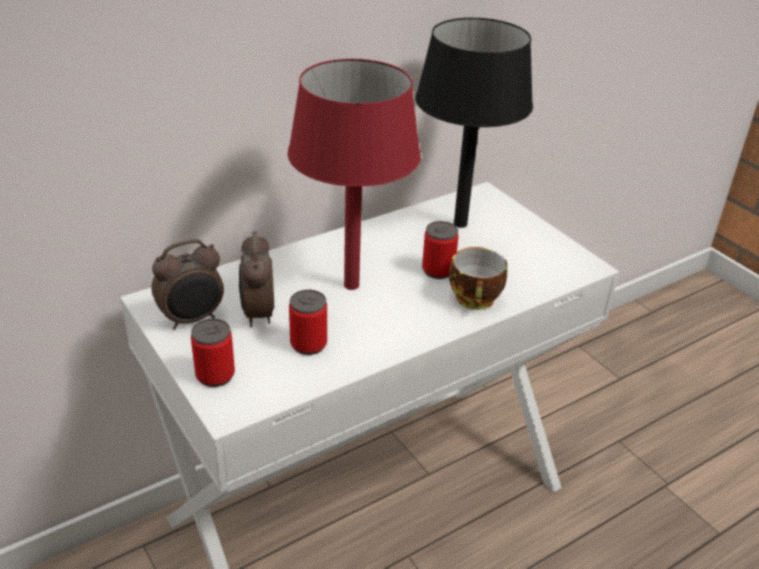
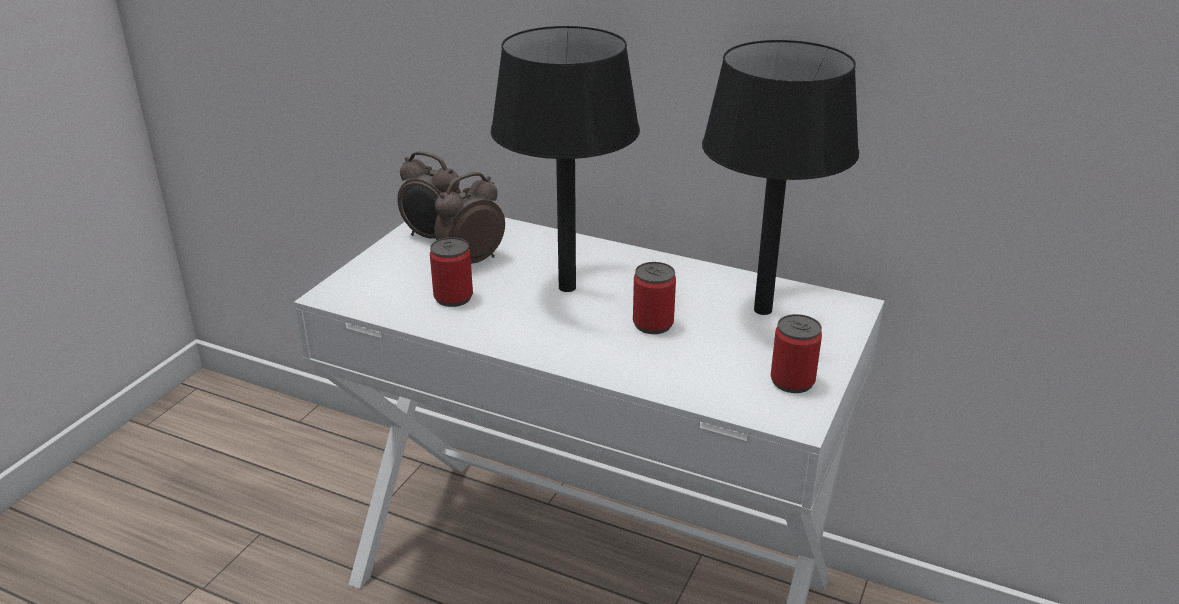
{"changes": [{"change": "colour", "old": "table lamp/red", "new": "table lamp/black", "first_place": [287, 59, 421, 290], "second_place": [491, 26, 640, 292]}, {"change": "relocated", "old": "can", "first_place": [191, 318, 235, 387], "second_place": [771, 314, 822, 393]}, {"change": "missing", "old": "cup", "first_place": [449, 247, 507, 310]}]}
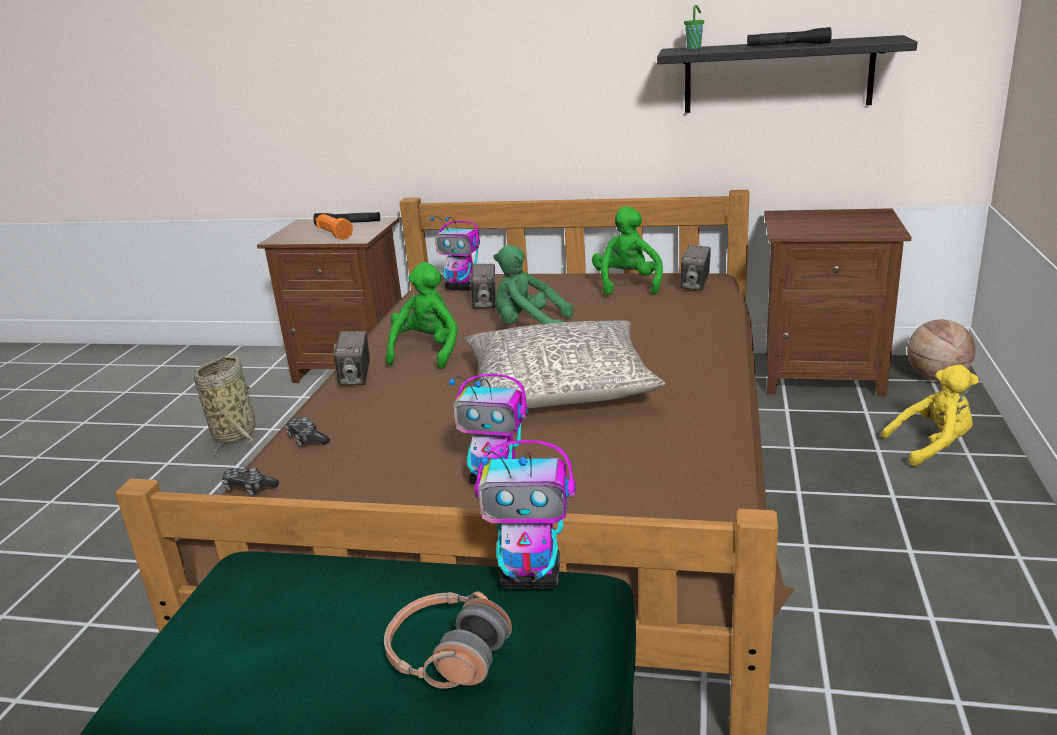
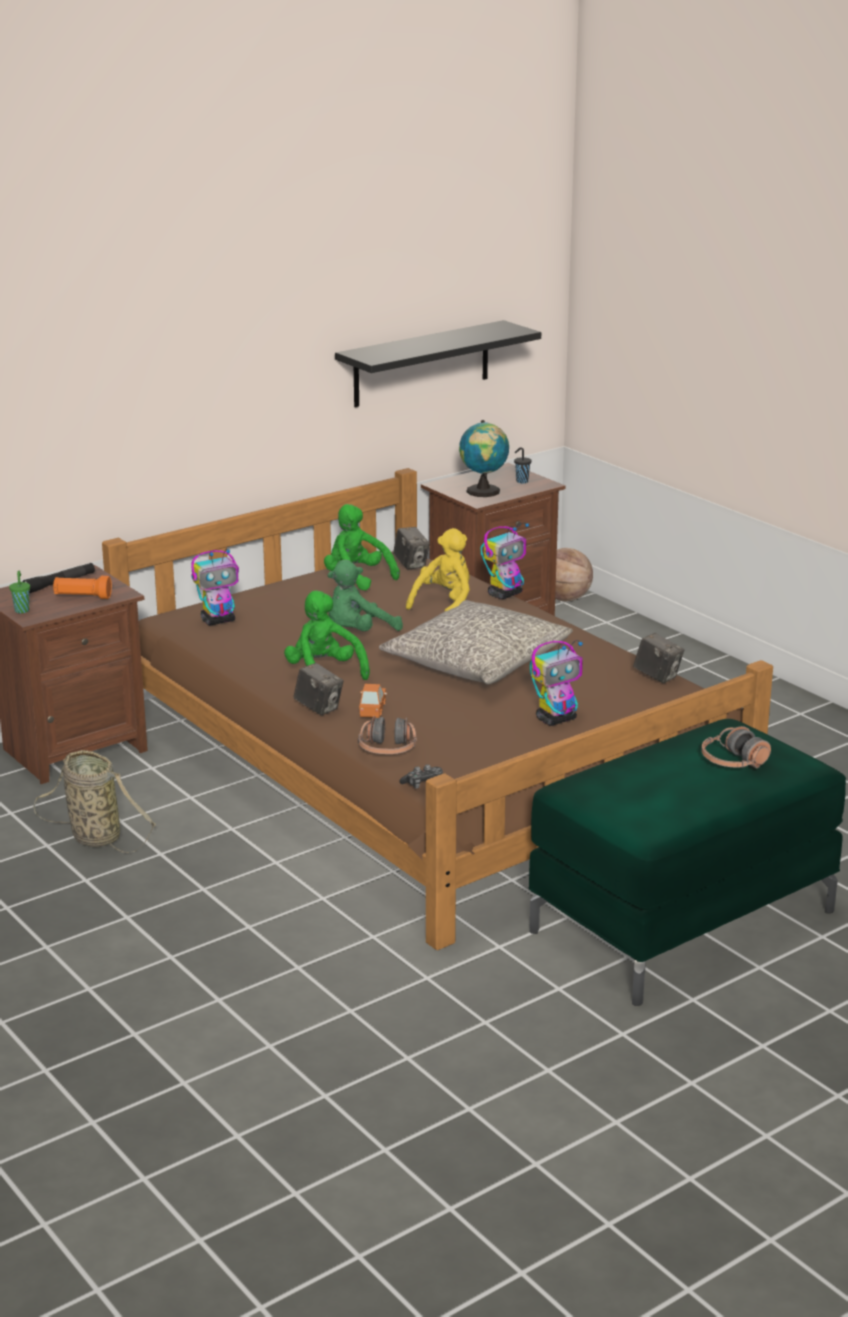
{"changes": [{"change": "relocated", "old": "cup/green", "first_place": [684, 5, 704, 50], "second_place": [9, 571, 30, 613]}, {"change": "exchanged", "old": "game controller", "new": "headphones", "first_place": [285, 417, 330, 446], "second_place": [358, 716, 417, 754]}, {"change": "appeared", "new": "toy car/orange", "second_place": [359, 684, 387, 718]}, {"change": "relocated", "old": "plush toy/yellow", "first_place": [881, 365, 979, 466], "second_place": [406, 528, 470, 611]}, {"change": "appeared", "new": "globe", "second_place": [459, 420, 509, 497]}, {"change": "relocated", "old": "toy robot", "first_place": [475, 440, 576, 589], "second_place": [481, 523, 529, 599]}, {"change": "appeared", "new": "cup/black", "second_place": [514, 447, 531, 483]}, {"change": "relocated", "old": "photo camera", "first_place": [469, 264, 495, 308], "second_place": [633, 633, 684, 683]}, {"change": "missing", "old": "flashlight/black", "first_place": [747, 27, 832, 47]}]}
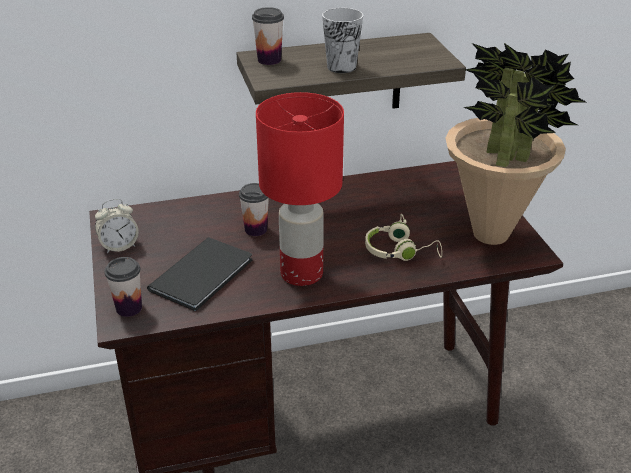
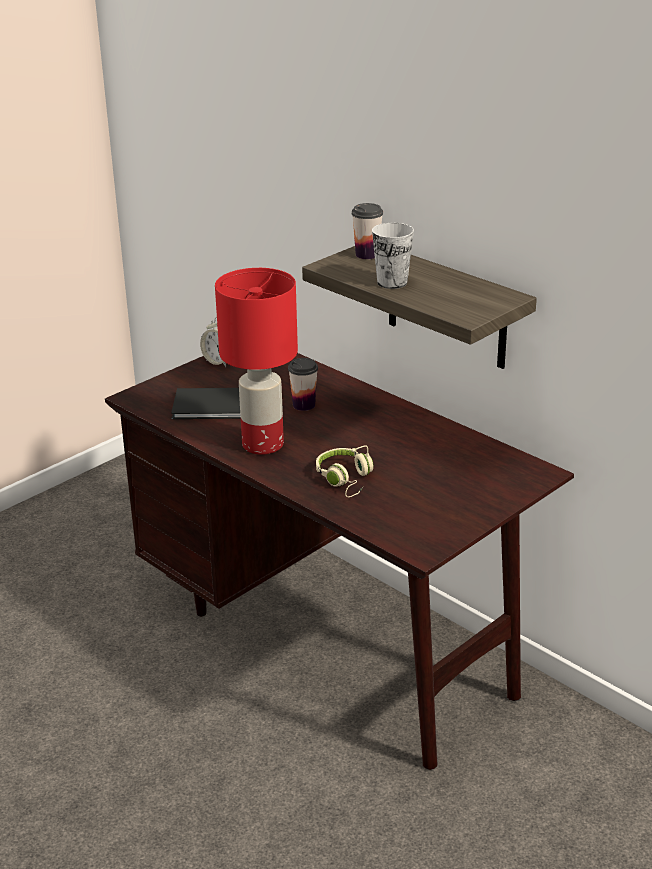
{"changes": [{"change": "missing", "old": "cup", "first_place": [104, 257, 142, 317]}, {"change": "missing", "old": "potted plant", "first_place": [445, 43, 586, 245]}]}
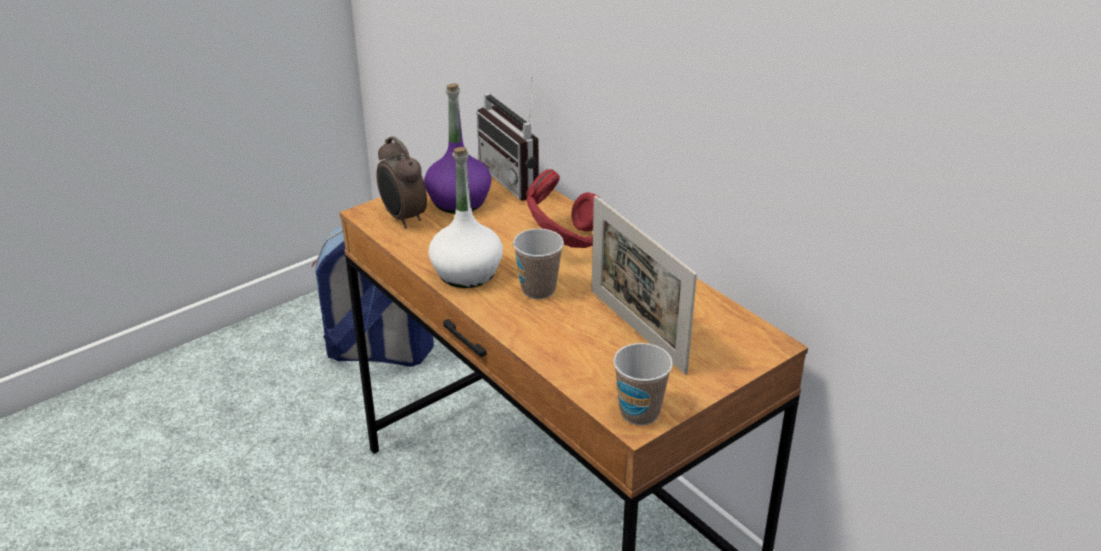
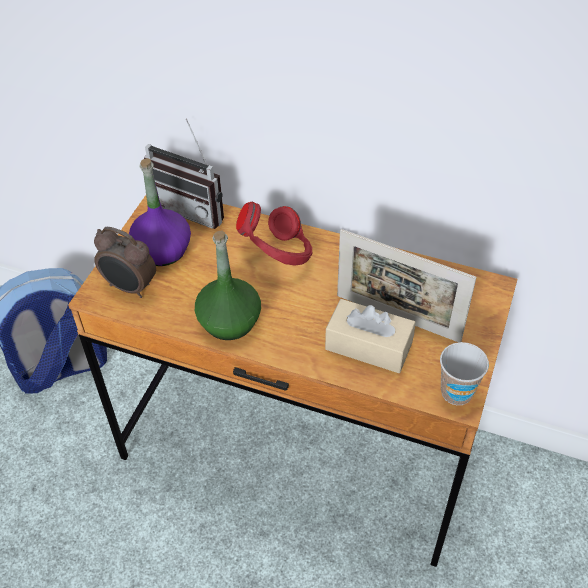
{"changes": [{"change": "colour", "old": "bottle/white", "new": "bottle/green", "first_place": [429, 147, 503, 288], "second_place": [195, 230, 261, 340]}, {"change": "appeared", "new": "tissue box/beige", "second_place": [325, 299, 416, 373]}, {"change": "missing", "old": "cup", "first_place": [513, 229, 564, 299]}]}
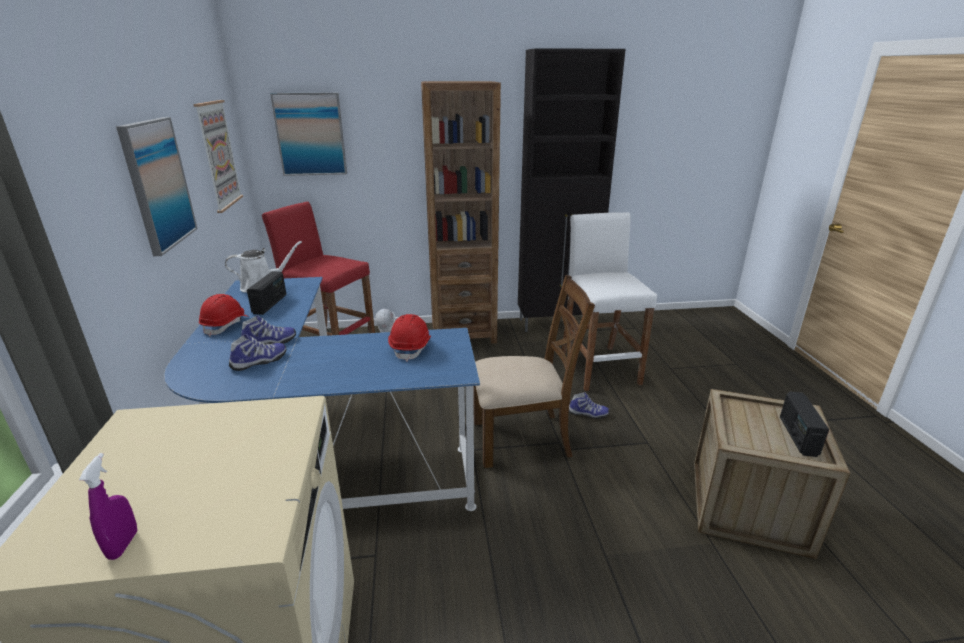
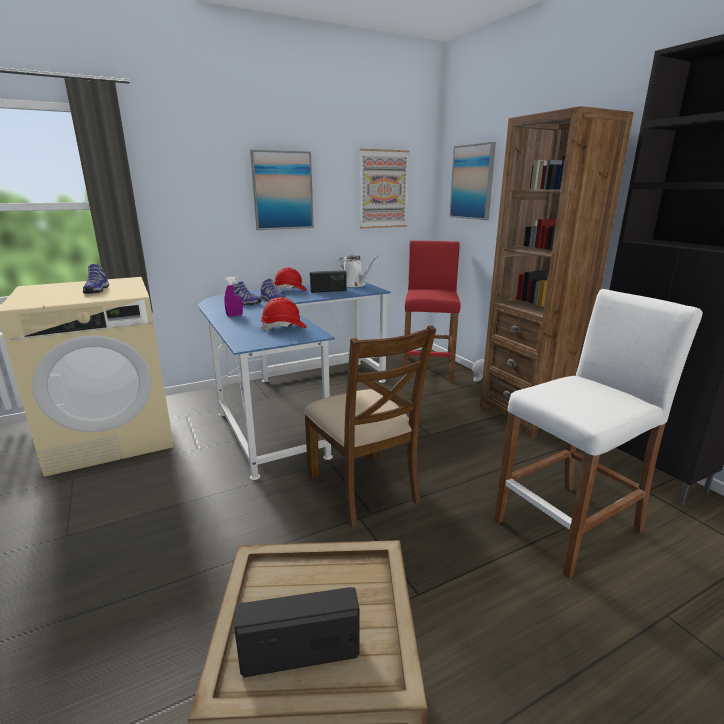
{"changes": [{"change": "relocated", "old": "shoe", "first_place": [569, 392, 609, 419], "second_place": [83, 264, 109, 294]}, {"change": "relocated", "old": "spray bottle/purple", "first_place": [79, 453, 137, 560], "second_place": [224, 276, 243, 317]}]}
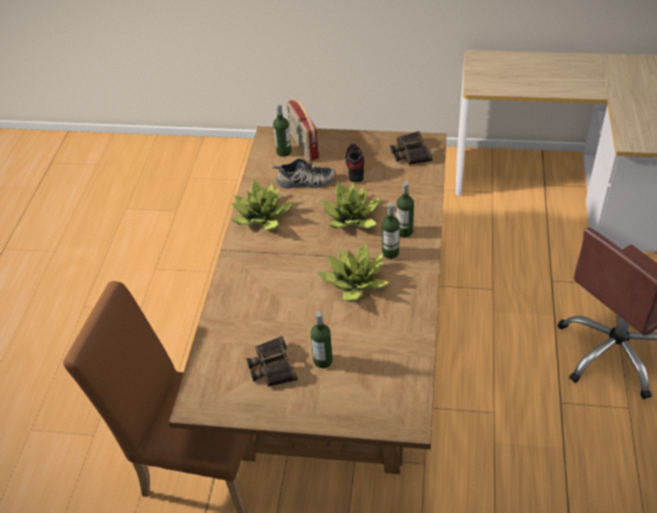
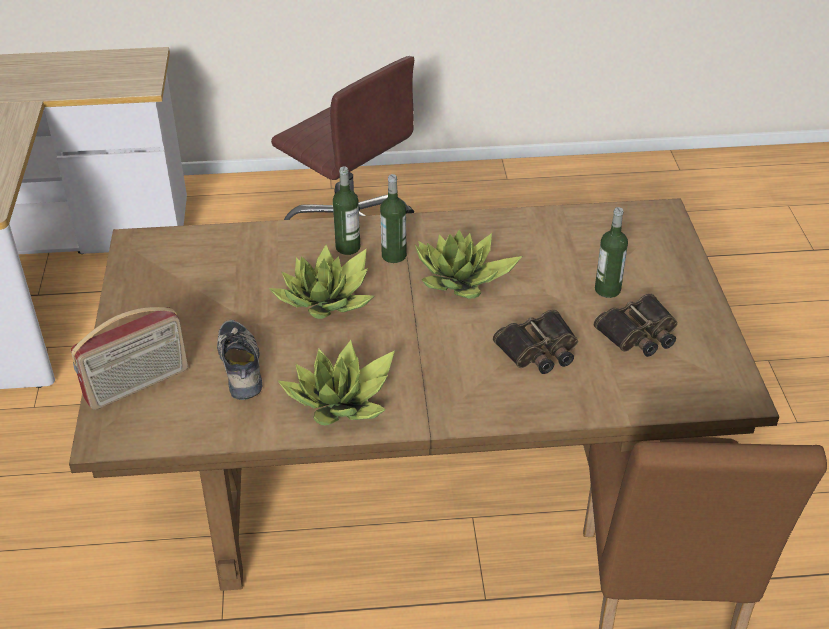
{"changes": [{"change": "relocated", "old": "binoculars", "first_place": [390, 131, 433, 165], "second_place": [493, 310, 578, 374]}, {"change": "missing", "old": "bottle", "first_place": [273, 104, 291, 157]}, {"change": "missing", "old": "shoe", "first_place": [345, 144, 364, 182]}]}
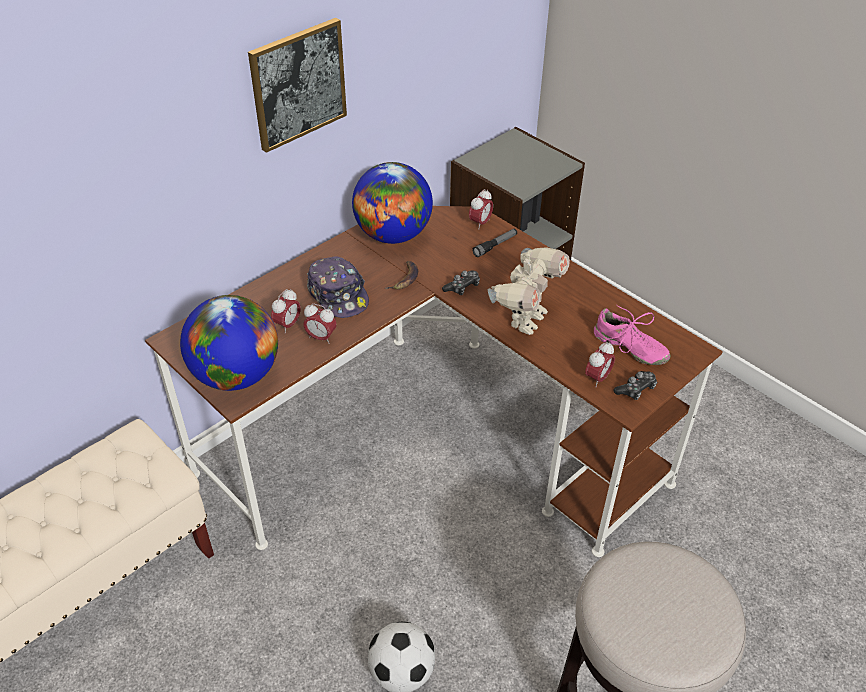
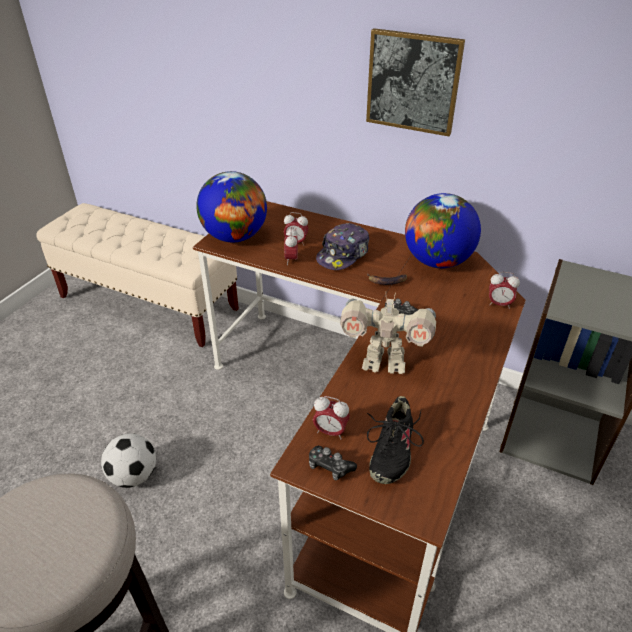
{"changes": [{"change": "colour", "old": "shoe/pink", "new": "shoe/black", "first_place": [594, 305, 671, 365], "second_place": [367, 396, 424, 484]}, {"change": "missing", "old": "flashlight", "first_place": [472, 229, 517, 257]}]}
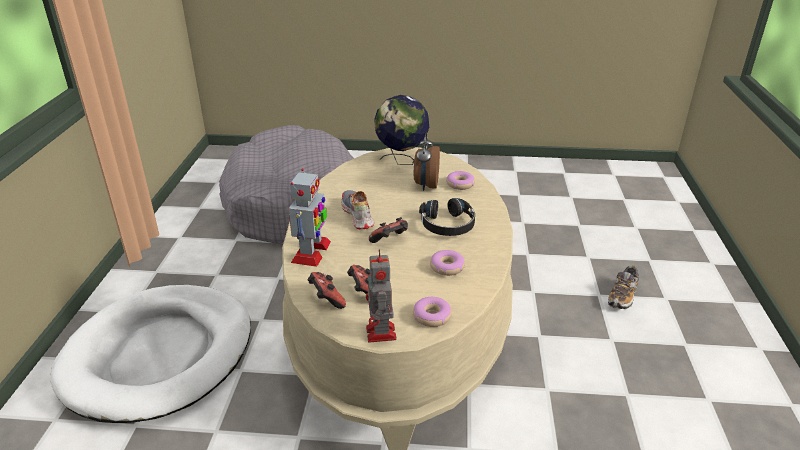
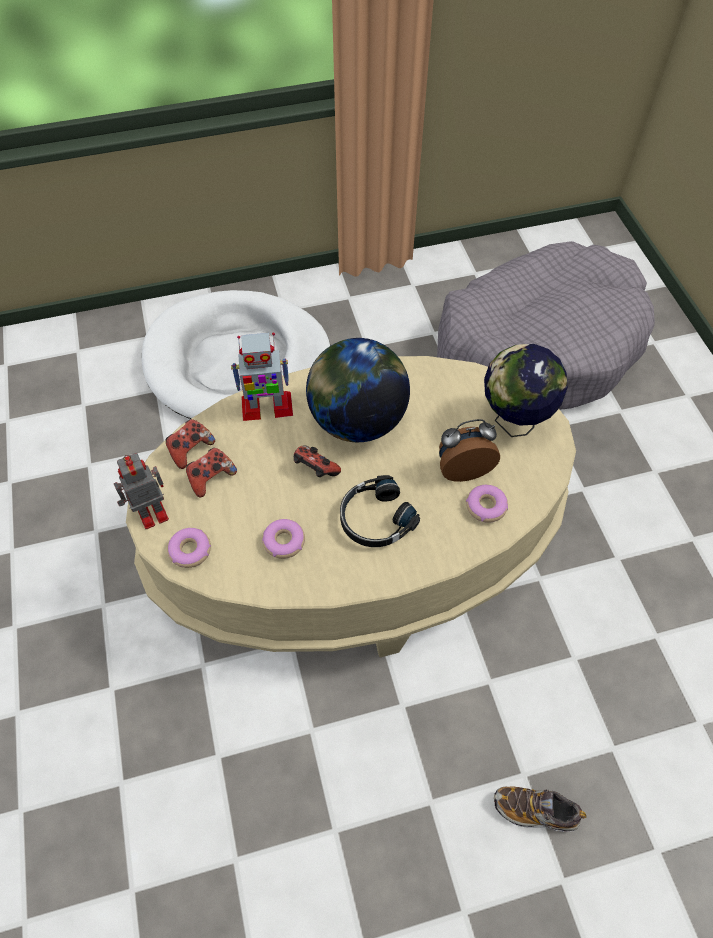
{"changes": [{"change": "exchanged", "old": "shoe", "new": "globe", "first_place": [341, 190, 375, 229], "second_place": [306, 338, 410, 442]}]}
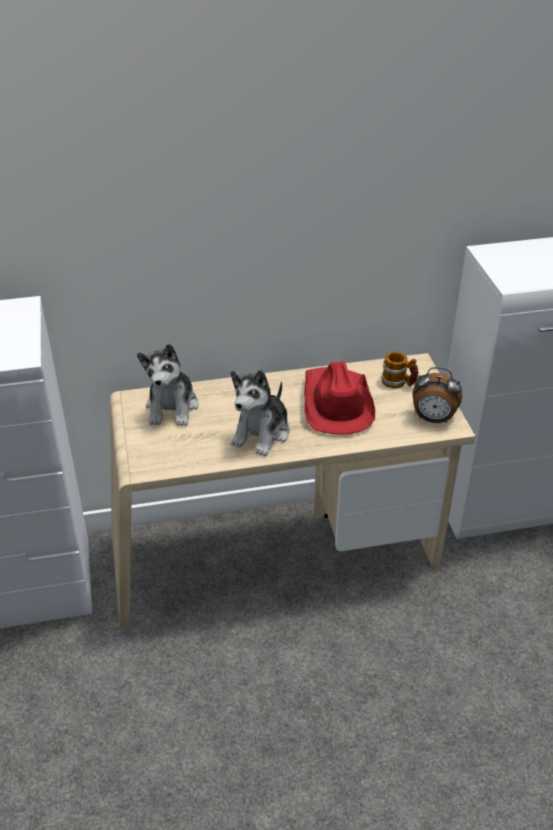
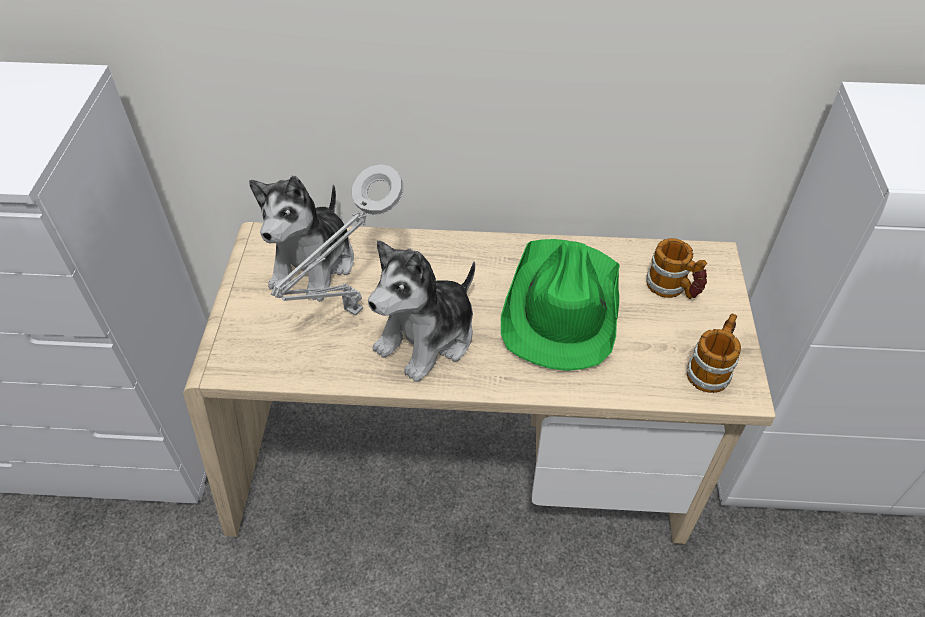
{"changes": [{"change": "appeared", "new": "table lamp/grey", "second_place": [271, 164, 403, 316]}, {"change": "colour", "old": "hat/red", "new": "hat/green", "first_place": [304, 361, 375, 435], "second_place": [501, 239, 620, 371]}, {"change": "exchanged", "old": "alarm clock", "new": "mug", "first_place": [412, 367, 462, 423], "second_place": [686, 313, 741, 393]}]}
